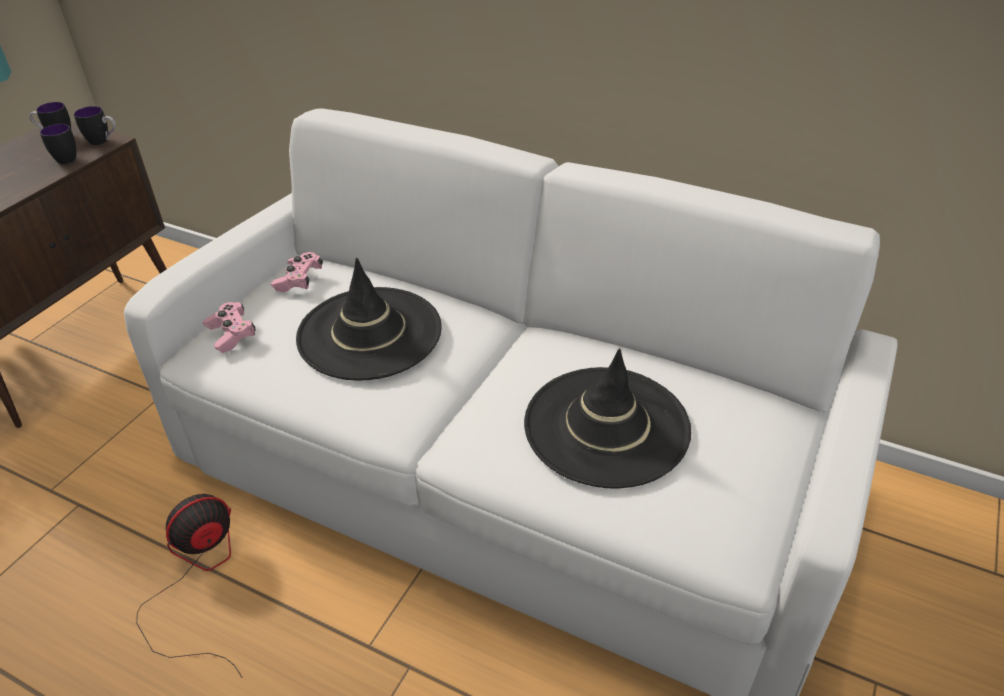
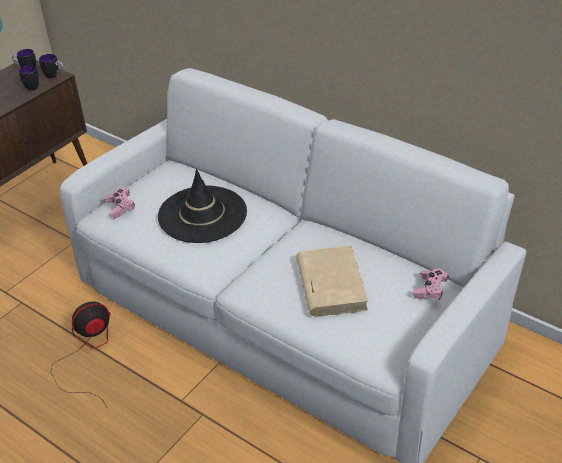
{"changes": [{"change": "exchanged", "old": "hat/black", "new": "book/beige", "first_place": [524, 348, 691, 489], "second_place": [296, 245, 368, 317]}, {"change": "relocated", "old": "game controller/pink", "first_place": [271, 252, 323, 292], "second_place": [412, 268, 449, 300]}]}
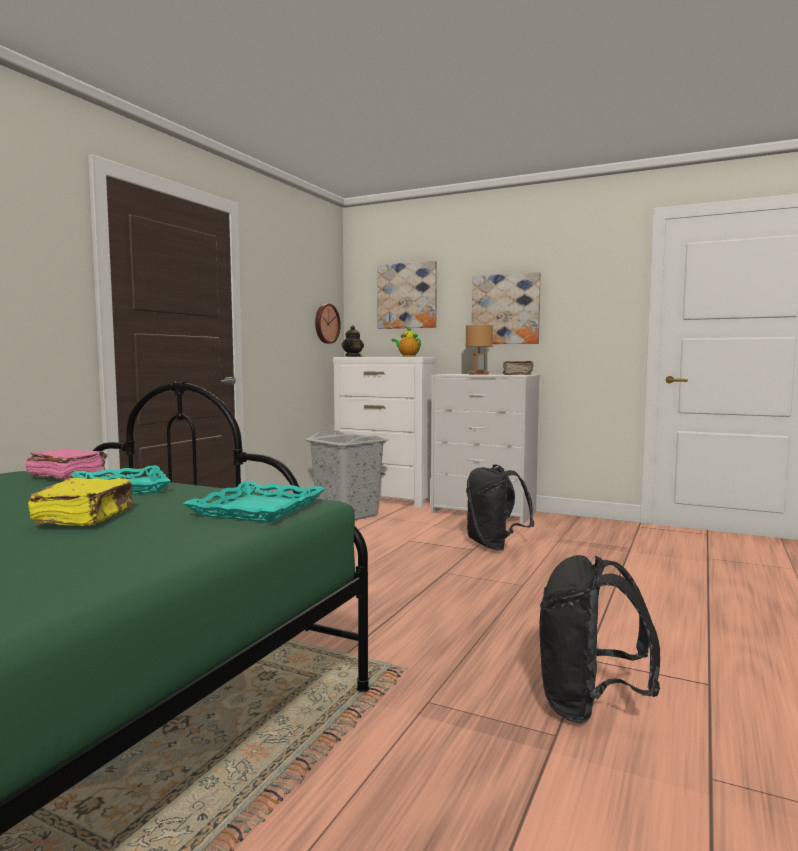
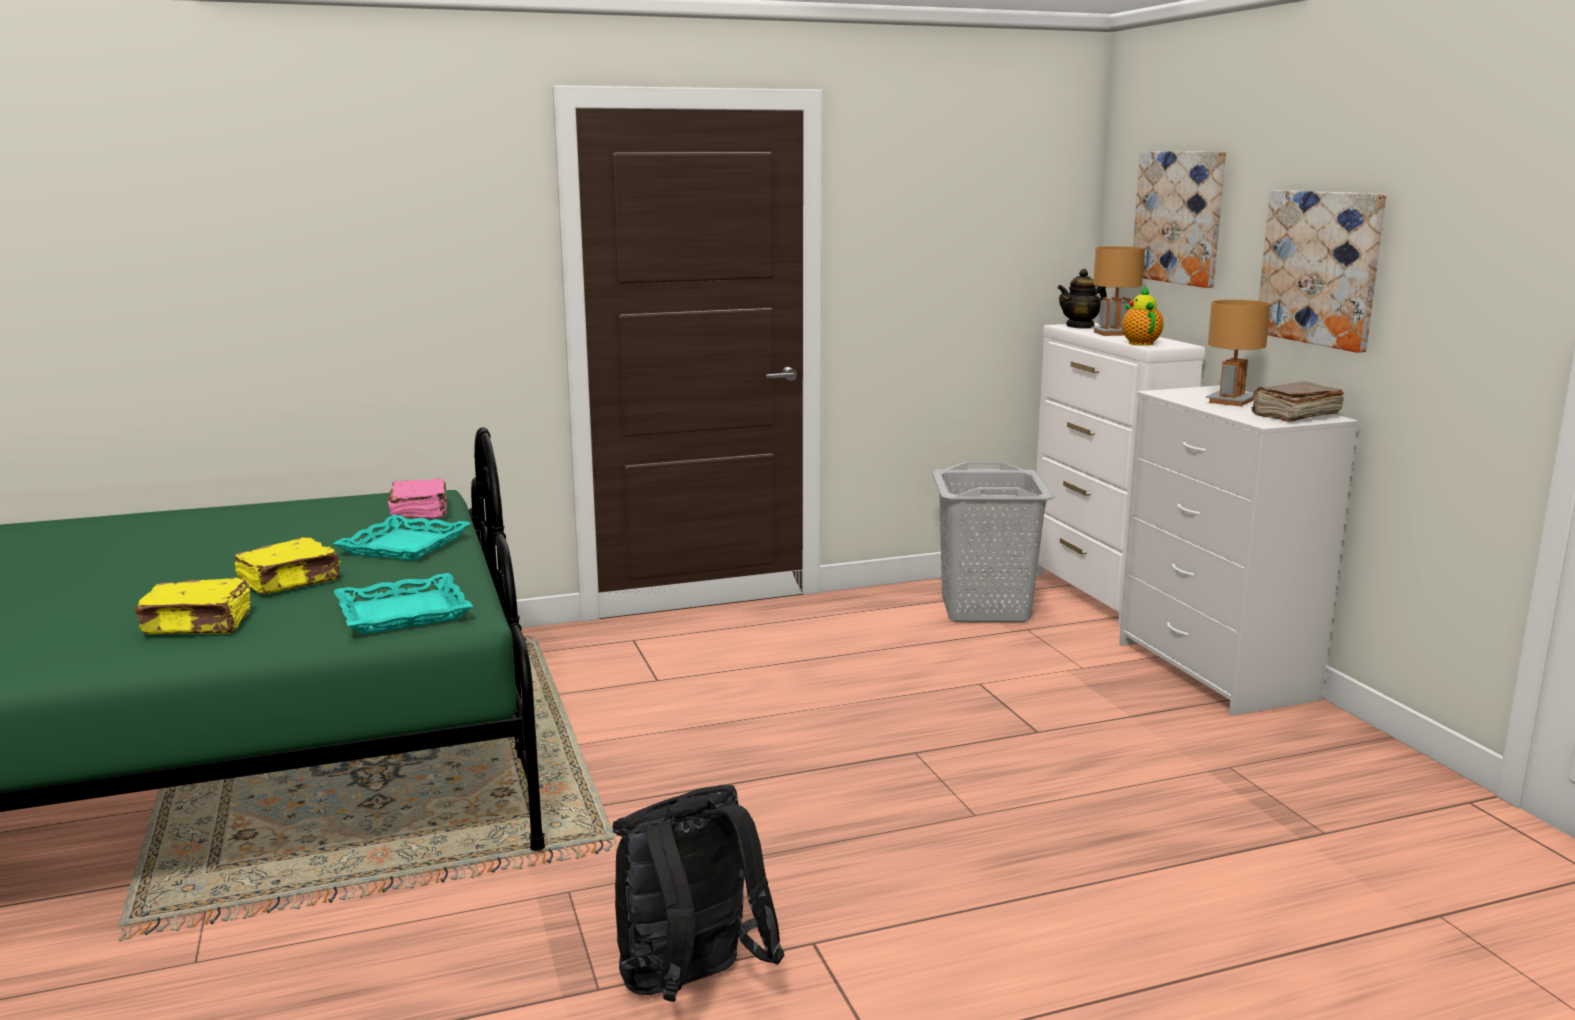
{"changes": [{"change": "appeared", "new": "book/yellow", "second_place": [134, 578, 251, 634]}, {"change": "appeared", "new": "table lamp/brown", "second_place": [1090, 246, 1145, 336]}, {"change": "missing", "old": "wall clock", "first_place": [315, 304, 341, 344]}, {"change": "missing", "old": "backpack/black", "first_place": [466, 465, 534, 551]}]}
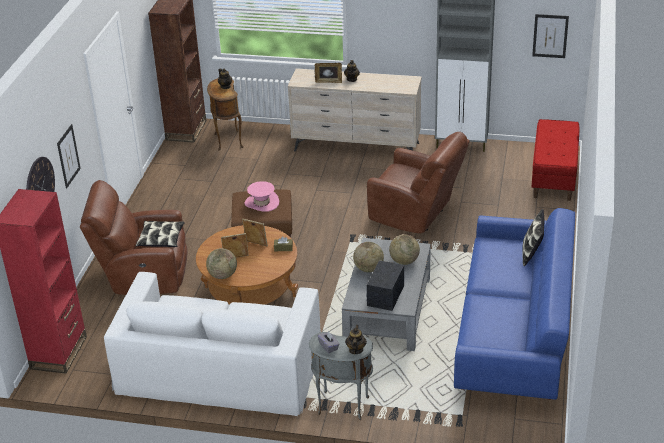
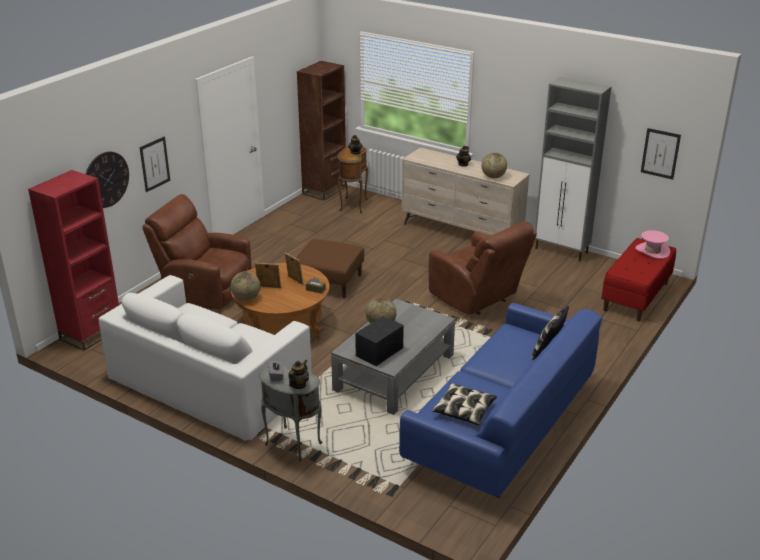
{"changes": [{"change": "relocated", "old": "pillow", "first_place": [136, 221, 185, 247], "second_place": [432, 383, 497, 426]}, {"change": "relocated", "old": "globe", "first_place": [389, 234, 420, 265], "second_place": [482, 153, 507, 178]}, {"change": "relocated", "old": "hat/pink", "first_place": [244, 181, 279, 212], "second_place": [635, 230, 670, 259]}, {"change": "missing", "old": "picture frame", "first_place": [315, 63, 342, 83]}]}
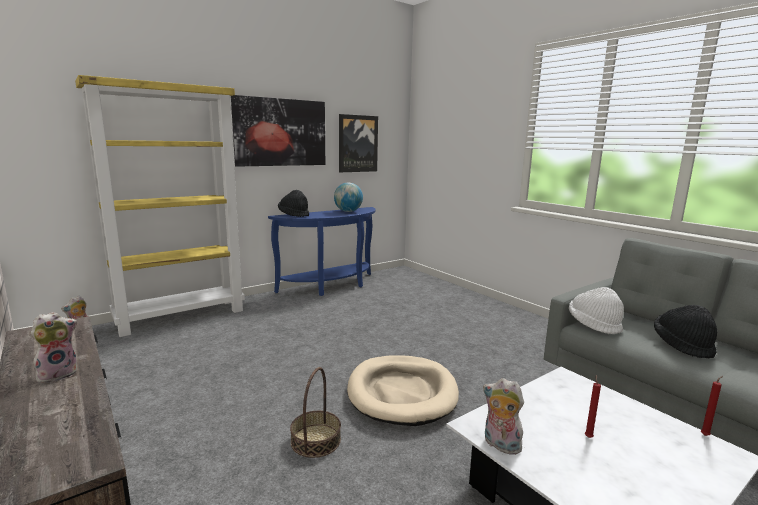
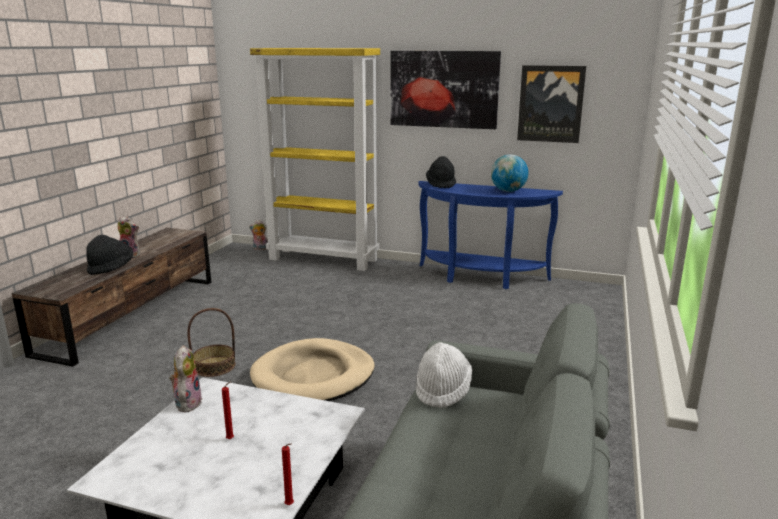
{"changes": [{"change": "relocated", "old": "hat/black", "first_place": [654, 305, 717, 358], "second_place": [86, 235, 133, 275]}]}
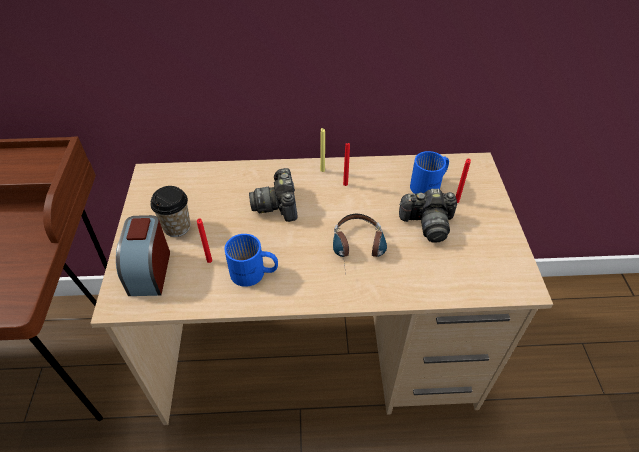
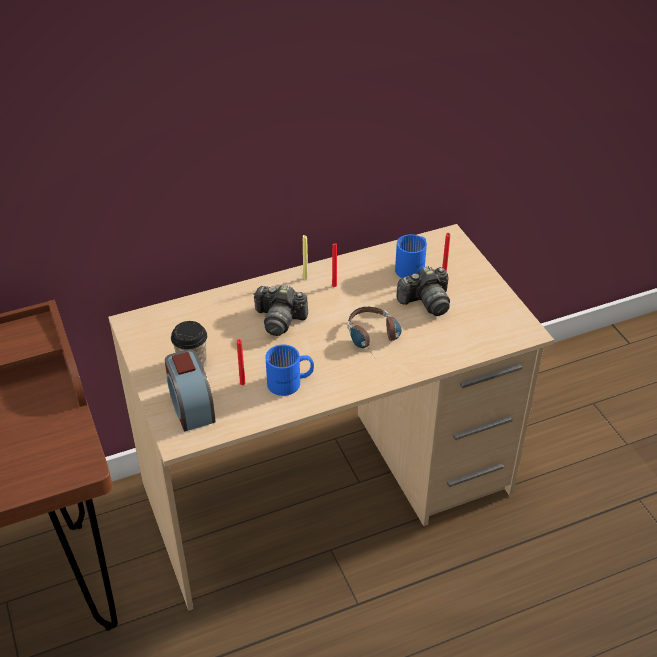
{"changes": [{"change": "spun", "old": "photo camera", "first_place": [249, 168, 298, 222], "second_place": [253, 285, 308, 336], "degrees": -45}]}
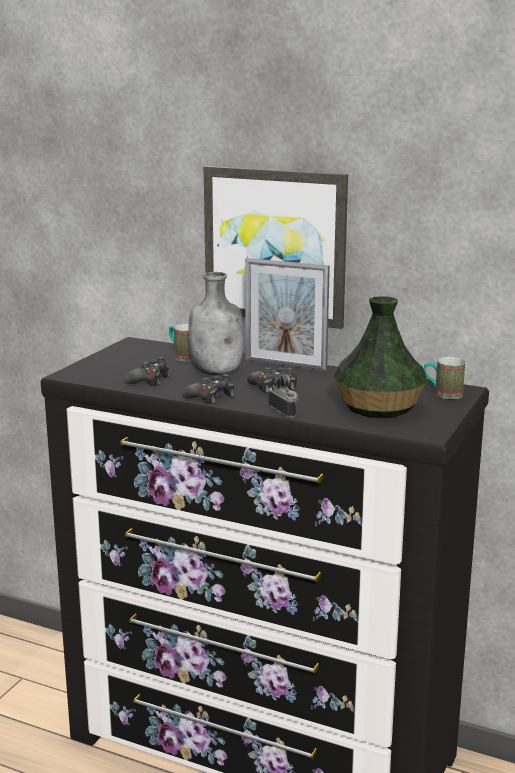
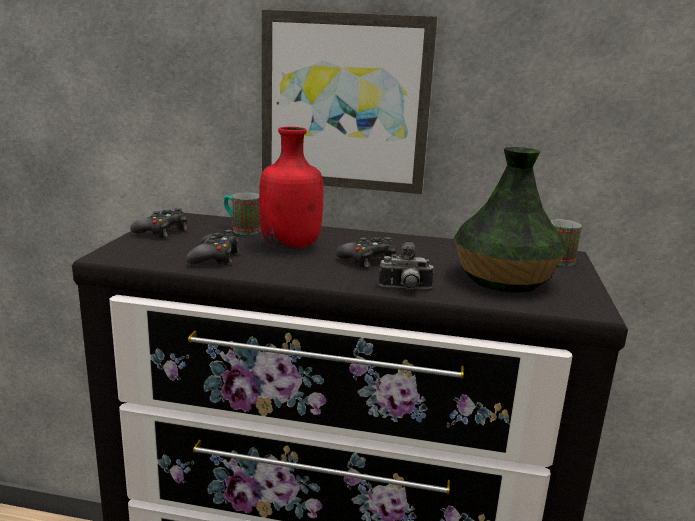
{"changes": [{"change": "relocated", "old": "game controller/black", "first_place": [182, 374, 234, 404], "second_place": [130, 208, 187, 238]}, {"change": "colour", "old": "bottle/grey", "new": "bottle/red", "first_place": [189, 272, 243, 375], "second_place": [259, 127, 323, 249]}, {"change": "spun", "old": "photo camera", "first_place": [269, 375, 298, 418], "second_place": [379, 242, 434, 290], "degrees": 135}, {"change": "missing", "old": "picture frame", "first_place": [245, 258, 330, 371]}]}
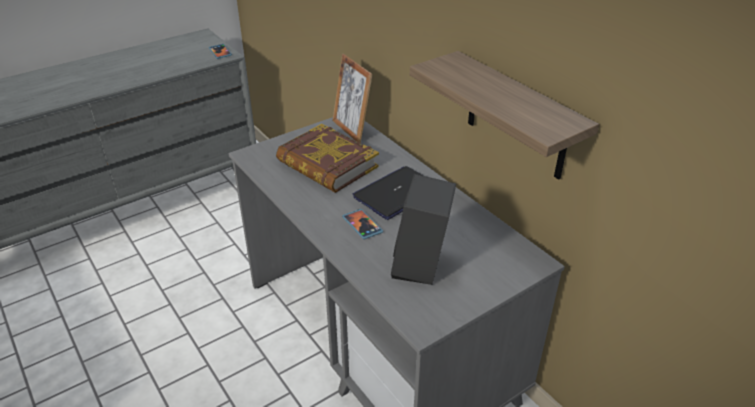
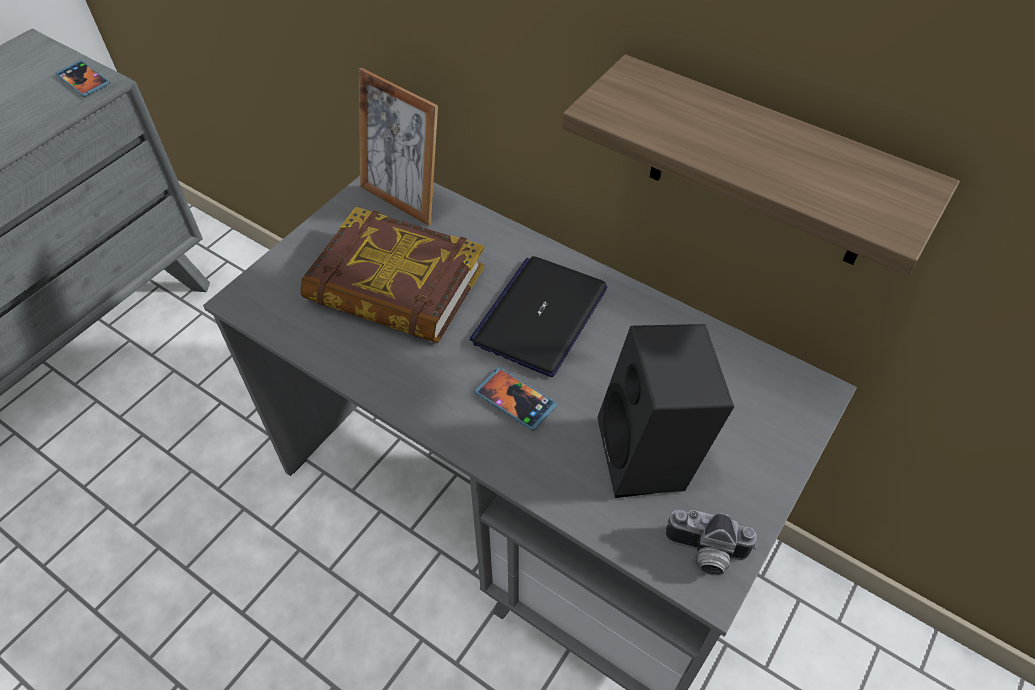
{"changes": [{"change": "appeared", "new": "photo camera", "second_place": [665, 510, 757, 576]}]}
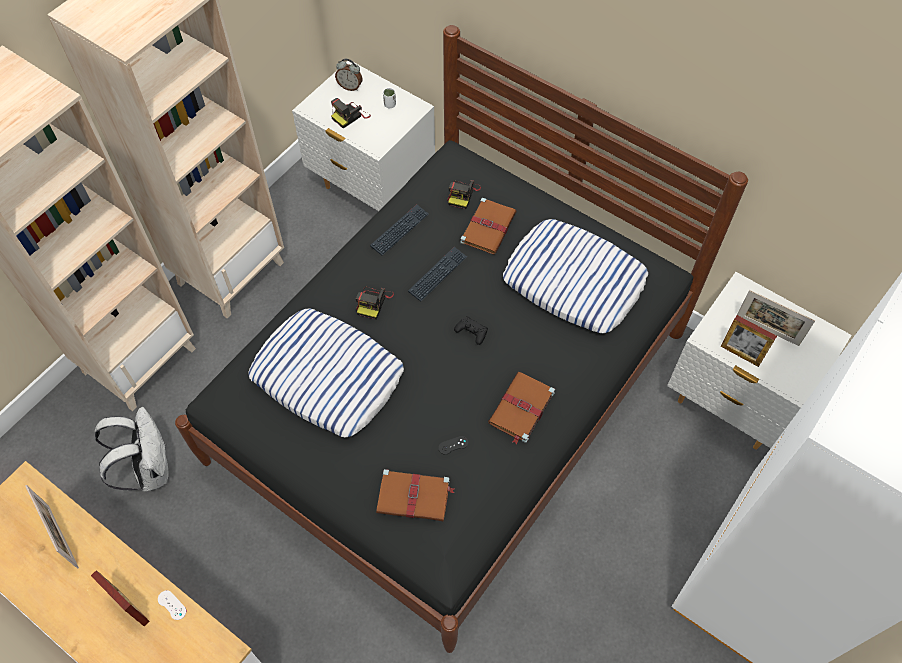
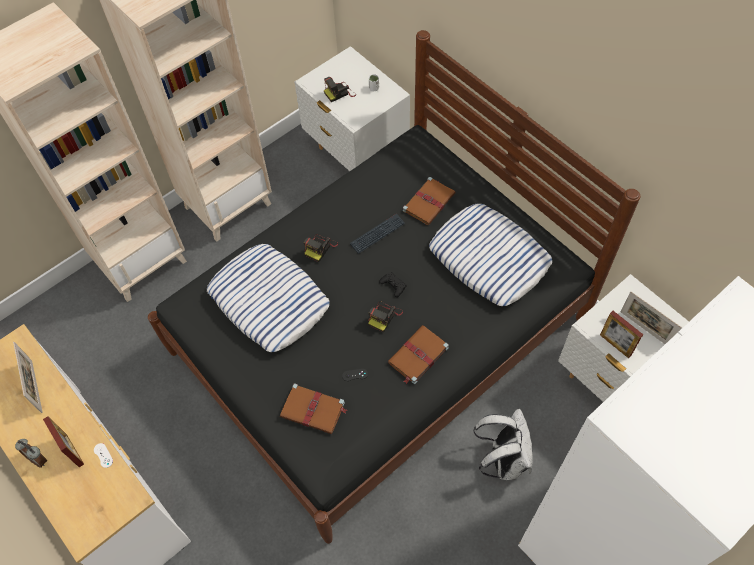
{"changes": [{"change": "relocated", "old": "alarm clock", "first_place": [335, 59, 363, 91], "second_place": [15, 439, 47, 468]}, {"change": "relocated", "old": "photo camera", "first_place": [447, 180, 481, 209], "second_place": [368, 301, 403, 333]}, {"change": "relocated", "old": "backpack/white", "first_place": [95, 407, 168, 492], "second_place": [473, 409, 533, 480]}, {"change": "missing", "old": "keyboard", "first_place": [370, 204, 429, 255]}]}
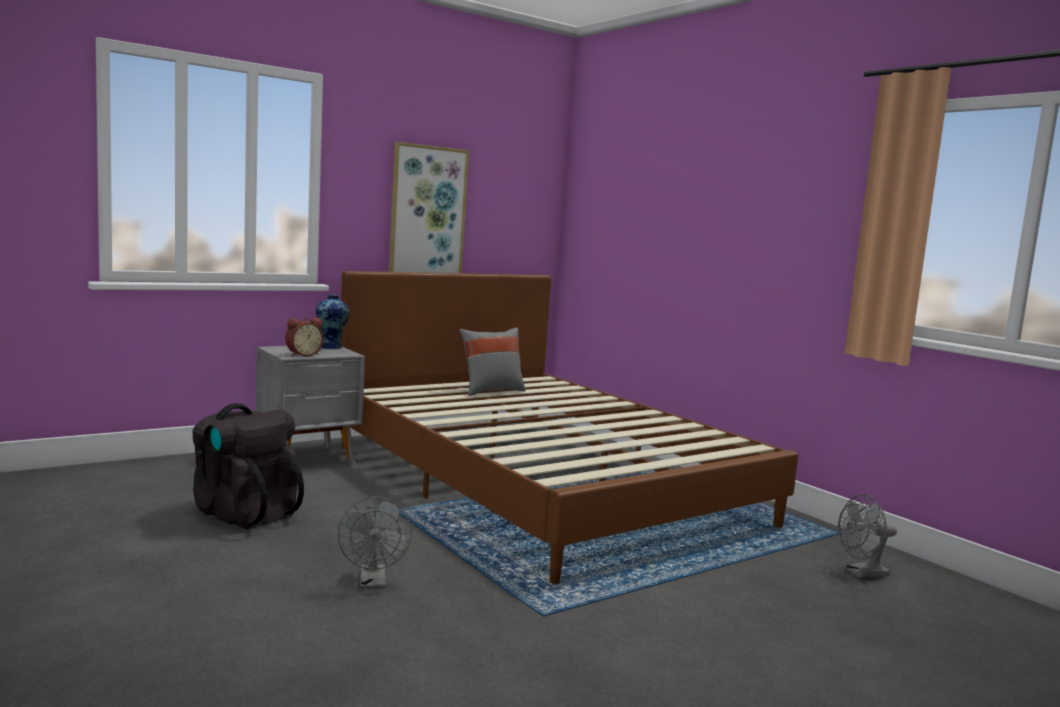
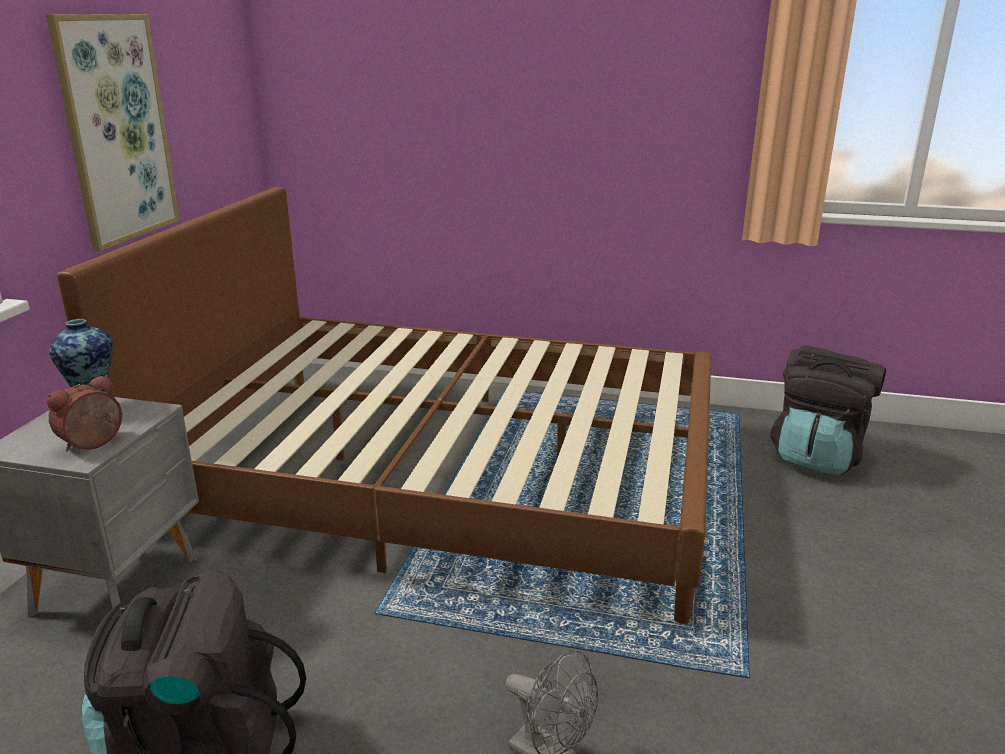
{"changes": [{"change": "spun", "old": "alarm clock", "first_place": [285, 317, 324, 356], "second_place": [47, 375, 122, 452], "degrees": -150}, {"change": "exchanged", "old": "fan/grey", "new": "backpack/black", "first_place": [838, 495, 897, 578], "second_place": [770, 345, 886, 476]}, {"change": "missing", "old": "pillow/grey", "first_place": [459, 327, 525, 396]}]}
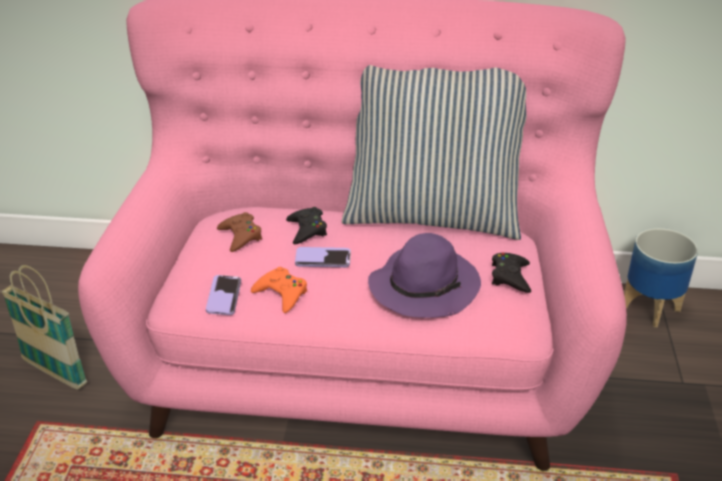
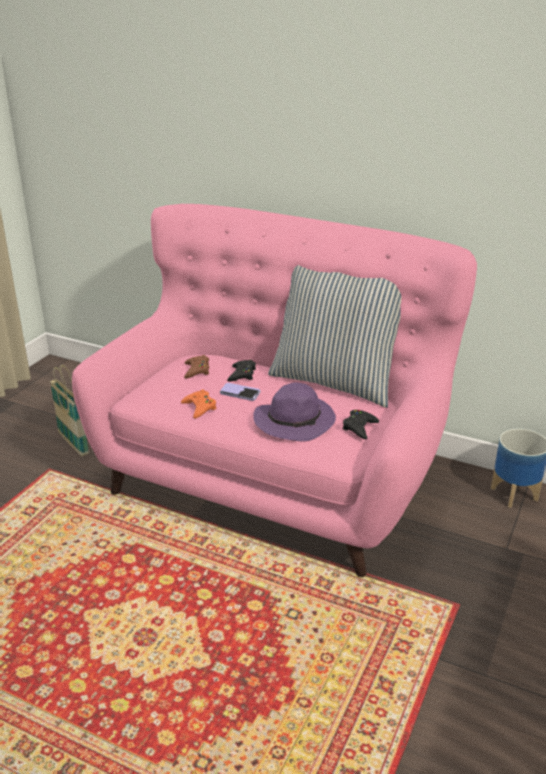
{"changes": [{"change": "missing", "old": "phone", "first_place": [206, 275, 241, 315]}]}
